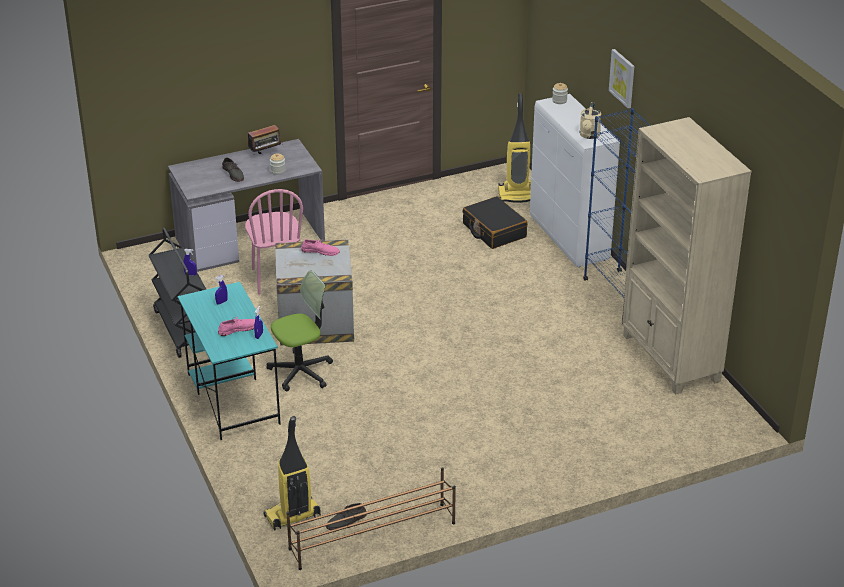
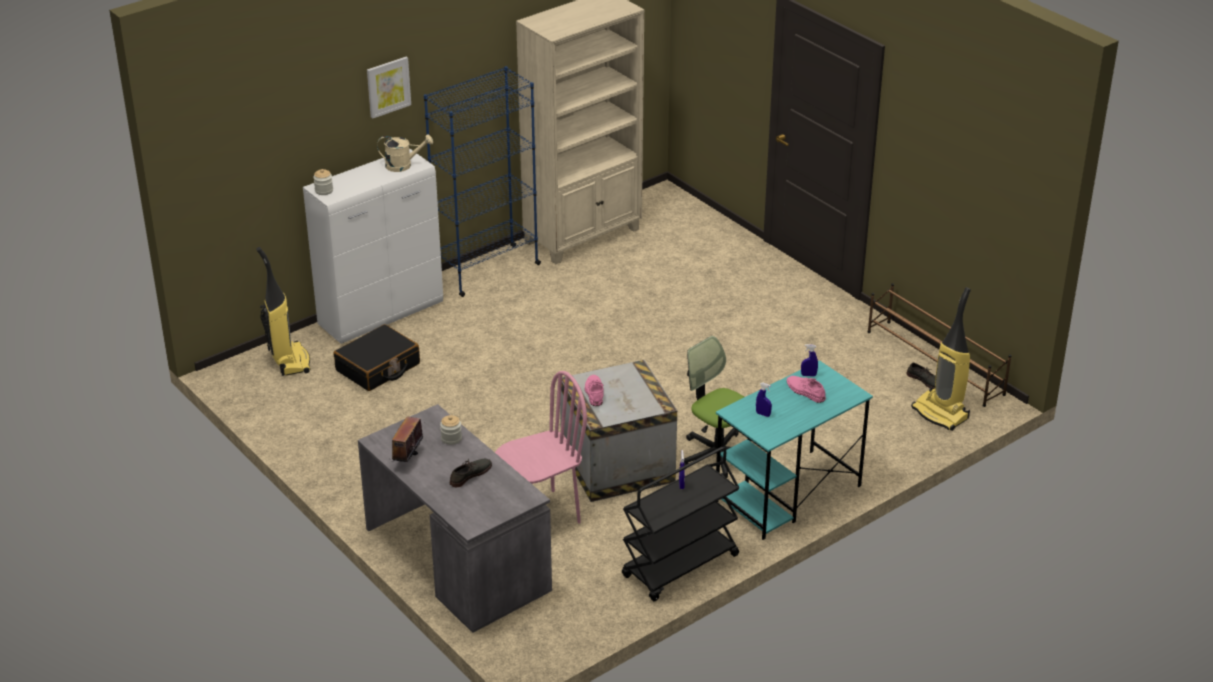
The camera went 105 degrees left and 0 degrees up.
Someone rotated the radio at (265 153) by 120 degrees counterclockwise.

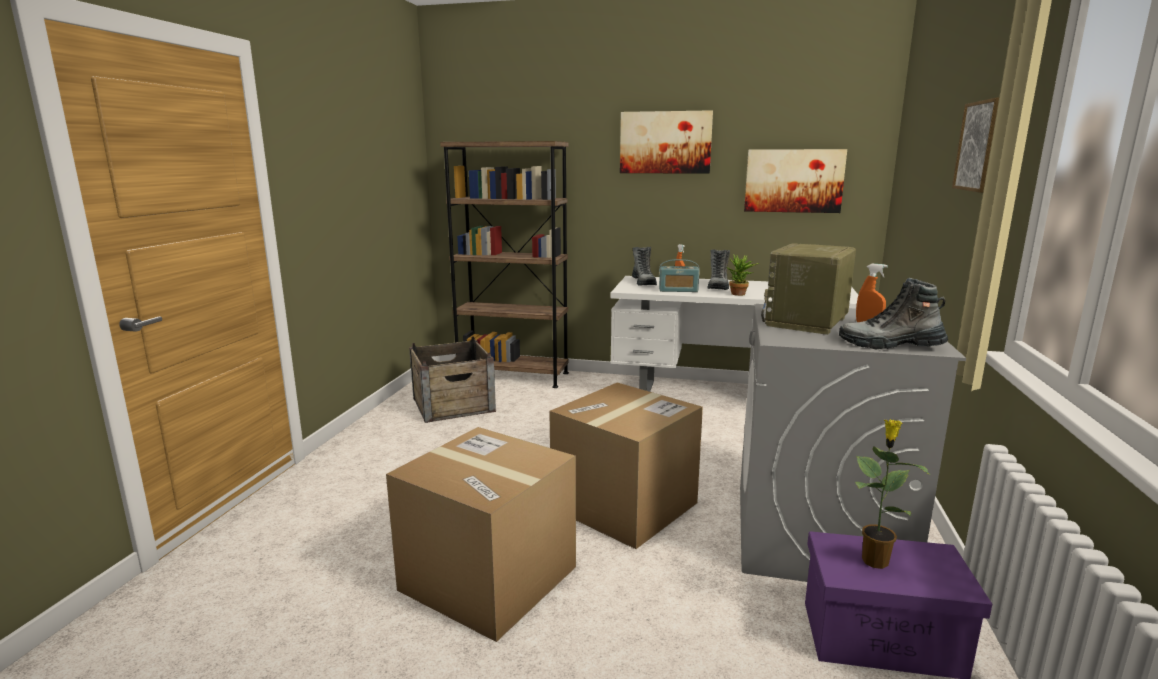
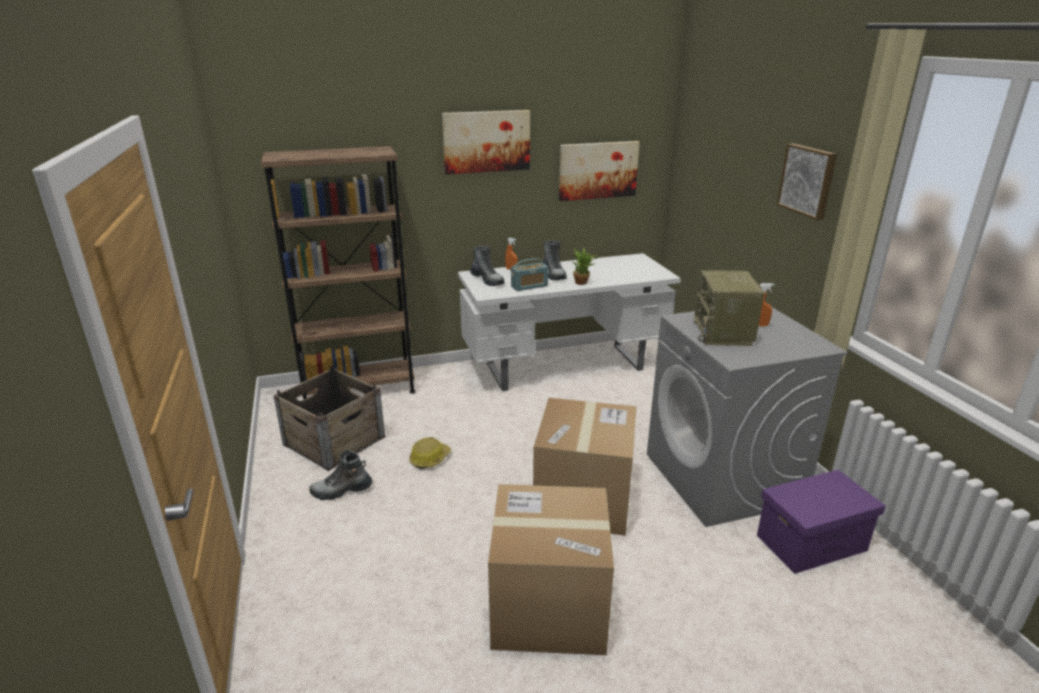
The camera went 30 degrees left and 10 degrees up.
Someone took away the planta en maceta at (874 560).
Someone put down the casco at (429 459).
Someone carried the bota from (890 345) to (341 491).

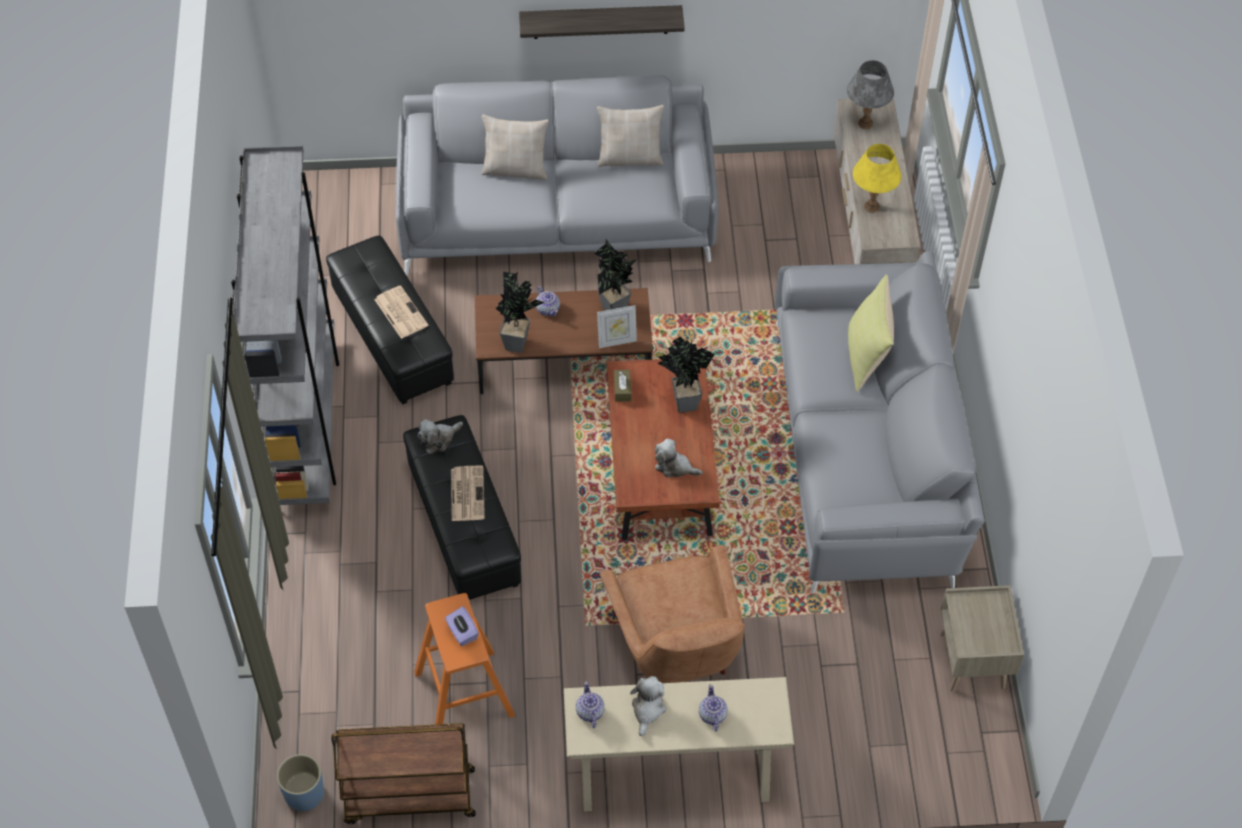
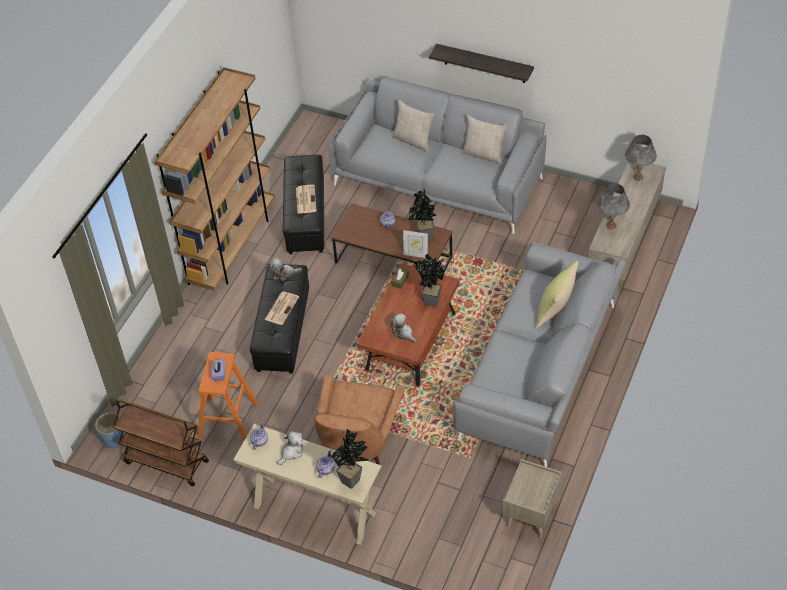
The camera went 30 degrees right and 5 degrees down.
Someone carried the planta en maceta from (518 341) to (353 480).
Someone repainted the estantería (gris) at (306 424), which became the estantería (marrón) at (232 247).
Someone repainted the lámpara de mesa (amarillo) at (872 206), which became the lámpara de mesa (gris) at (611 225).

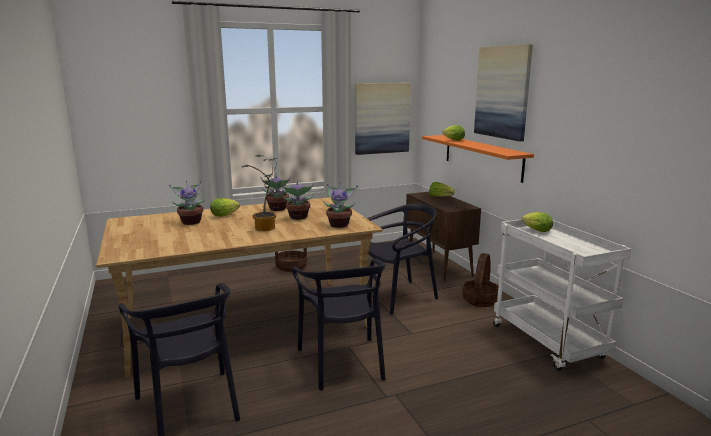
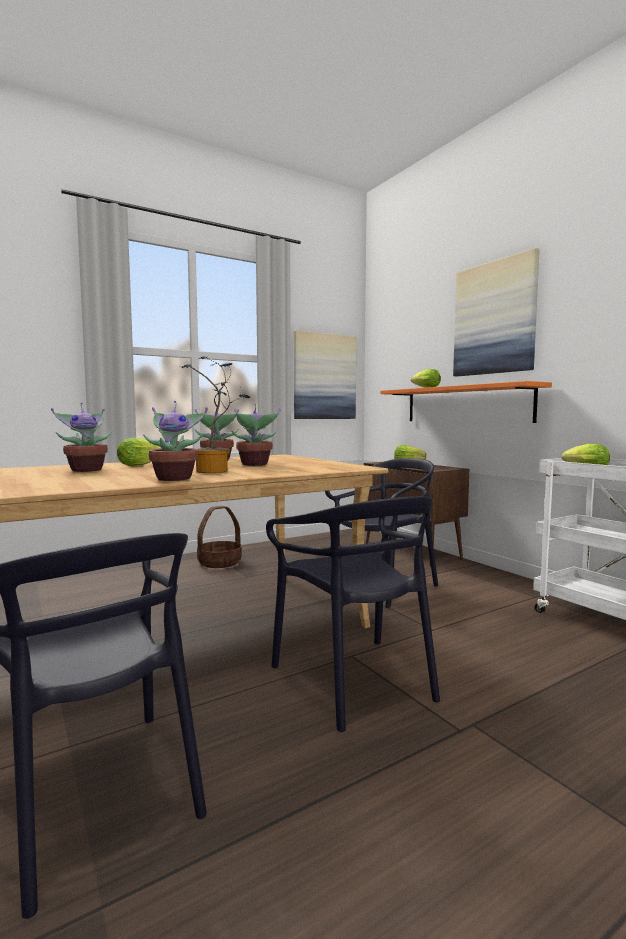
The camera went 10 degrees left and 10 degrees down.
Someone took away the cesta at (480 300).
Someone carried the planta en maceta from (339 225) to (175 478).

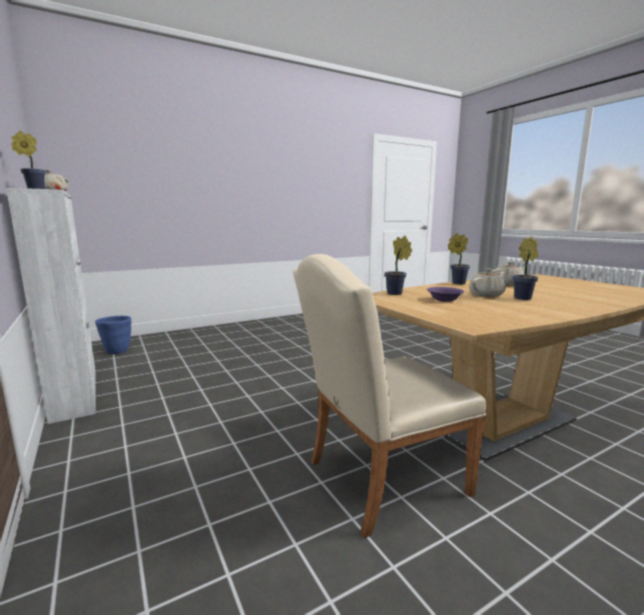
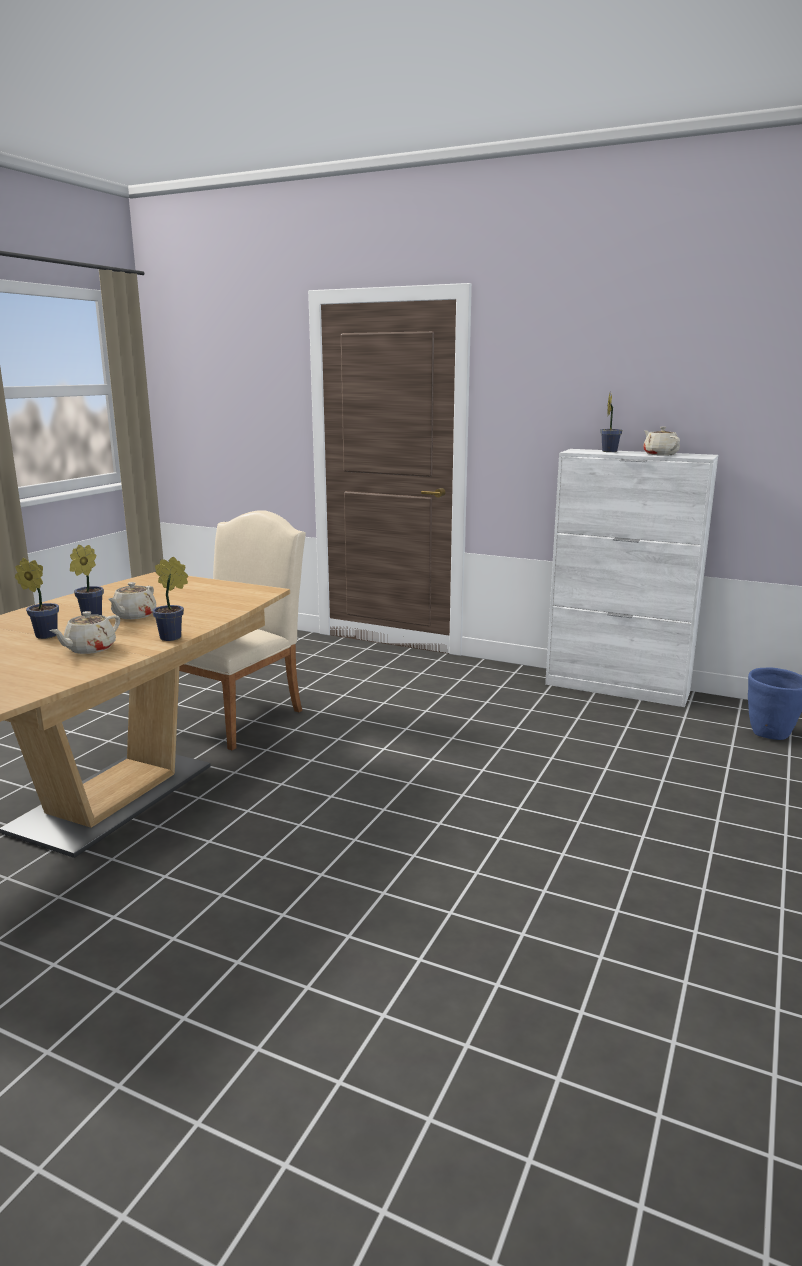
The camera went 145 degrees right and 5 degrees up.
Someone took away the cuenco (morado) at (444 300).
Someone carried the planta en maceta from (396 294) to (44 635).

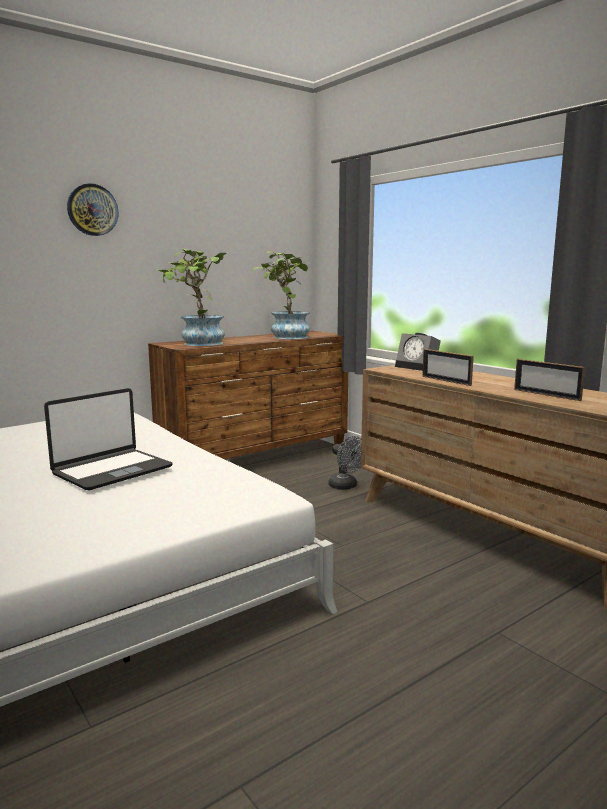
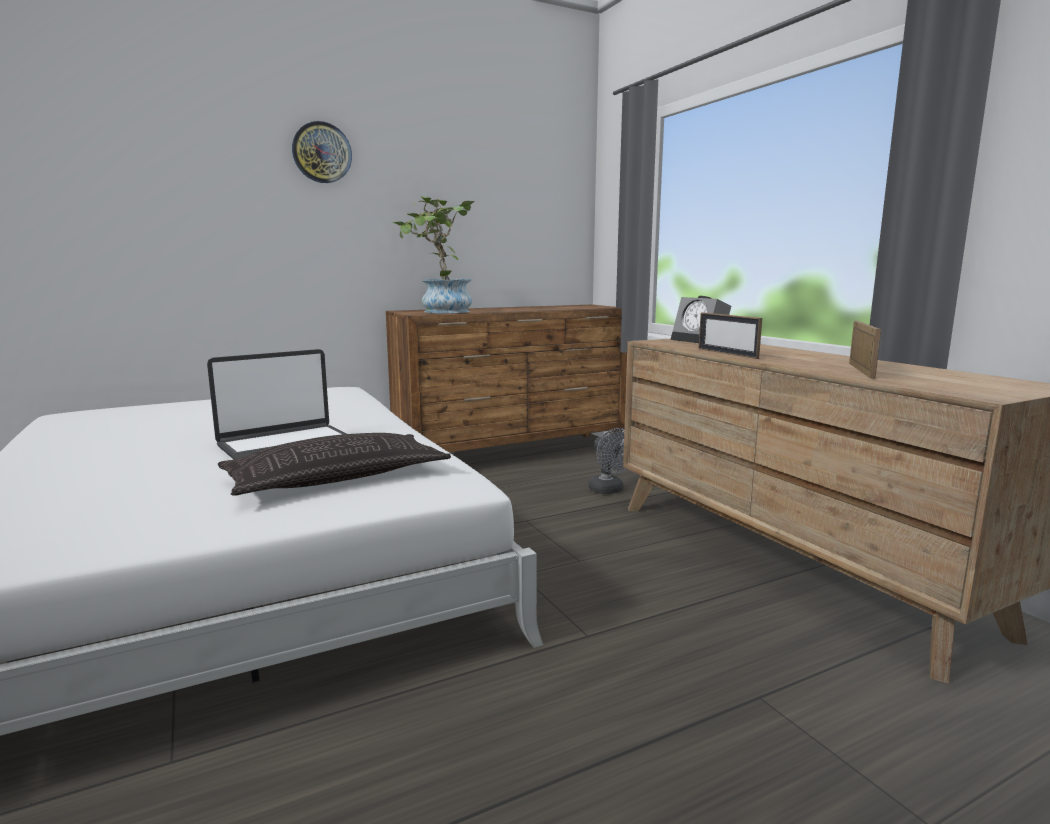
The camera went 10 degrees right and 0 degrees up.
Someone took away the planta en maceta at (285 336).
Someone put down the cojín at (337 478).
Someone rotated the portarretratos at (546 395) by 135 degrees counterclockwise.

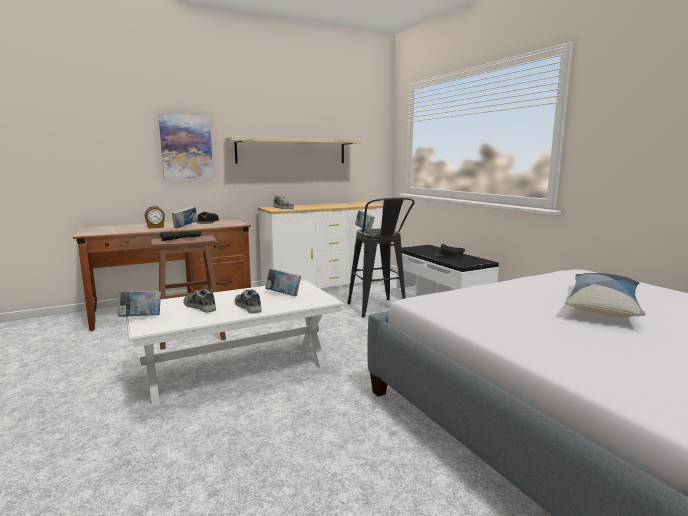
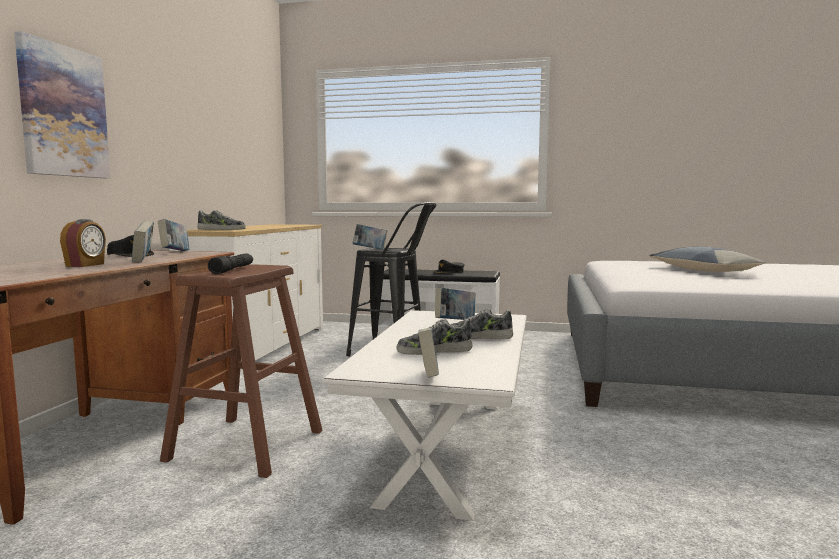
The camera went 50 degrees left and 5 degrees down.
Someone took away the estante (beis) at (292 151).
Someone put down the libro at (175 252).

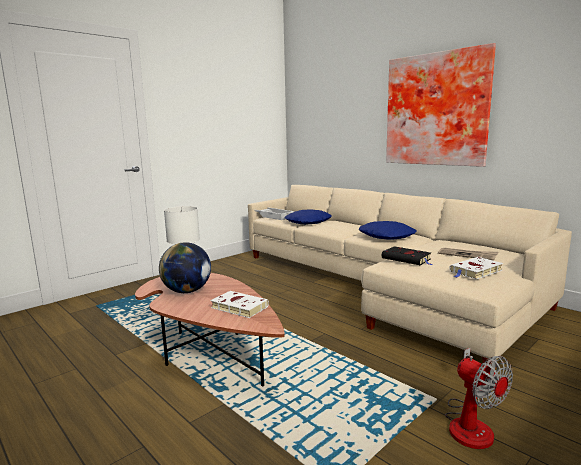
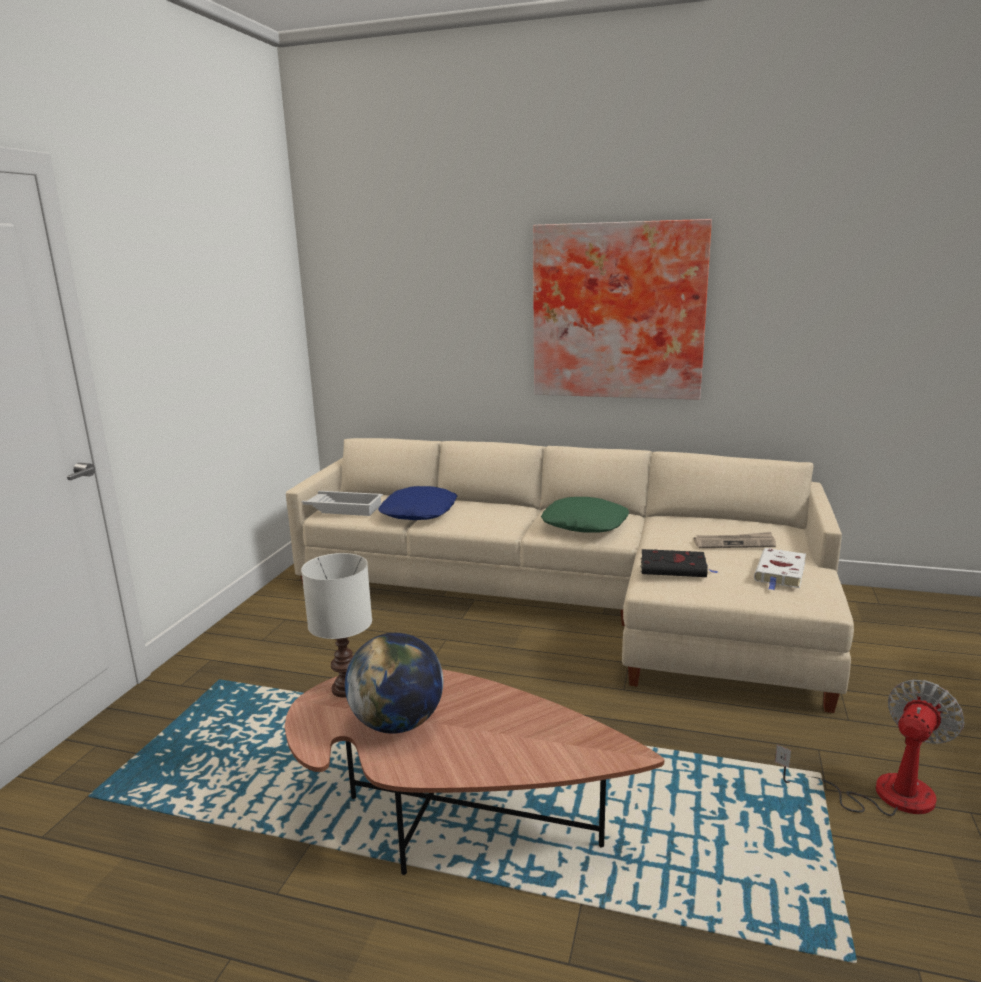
The camera went 30 degrees left and 5 degrees up.
Someone took away the libro (blanco) at (238 307).
Someone repainted the cojín (azul) at (387 236), which became the cojín (verde) at (585 524).
Someone rotated the ventilador at (470 423) by 75 degrees counterclockwise.

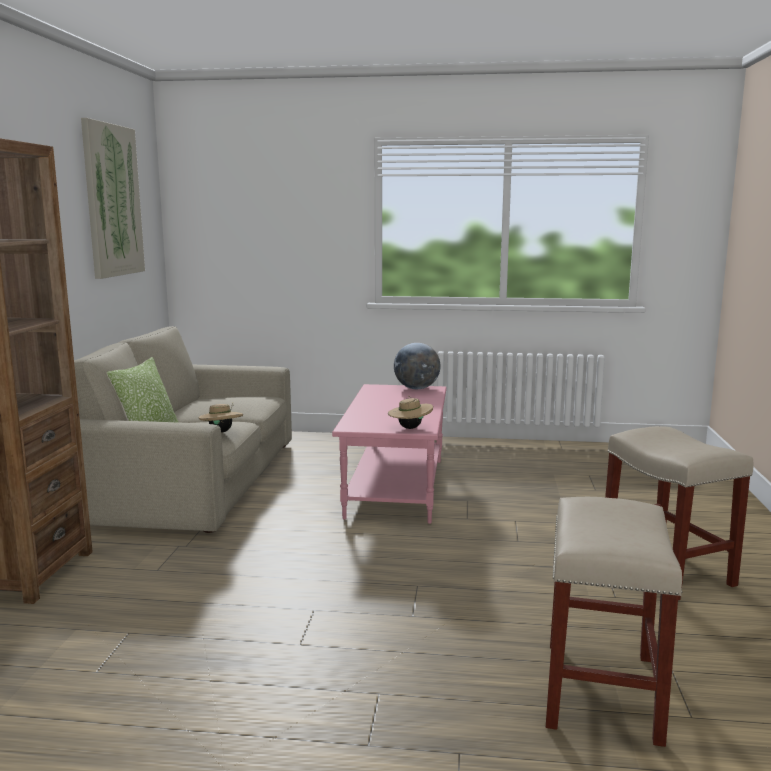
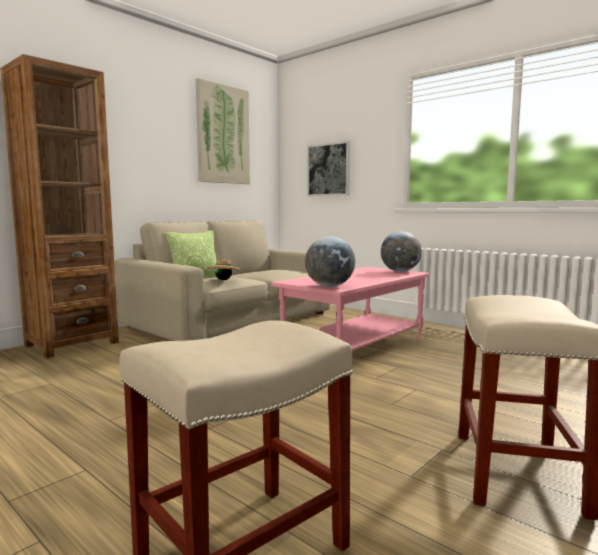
The camera went 35 degrees right and 5 degrees down.
Someone put up the cuadro at (329 169).
Someone swapped the sombrero (beis) at (410 428) for the globo terráqueo at (329 286).

